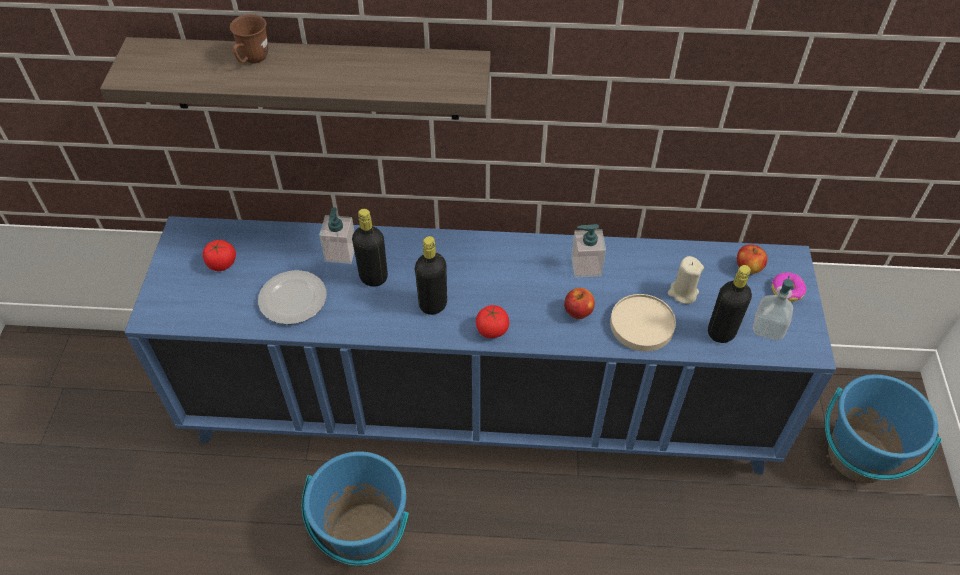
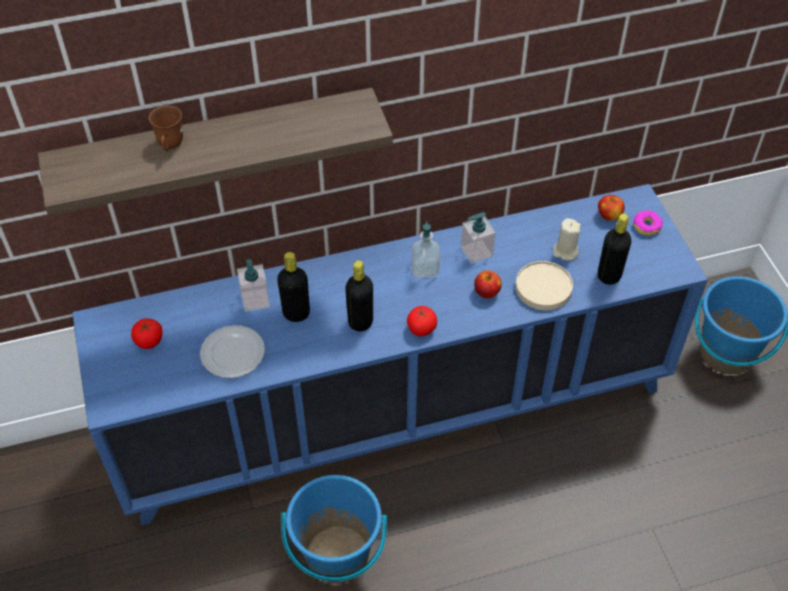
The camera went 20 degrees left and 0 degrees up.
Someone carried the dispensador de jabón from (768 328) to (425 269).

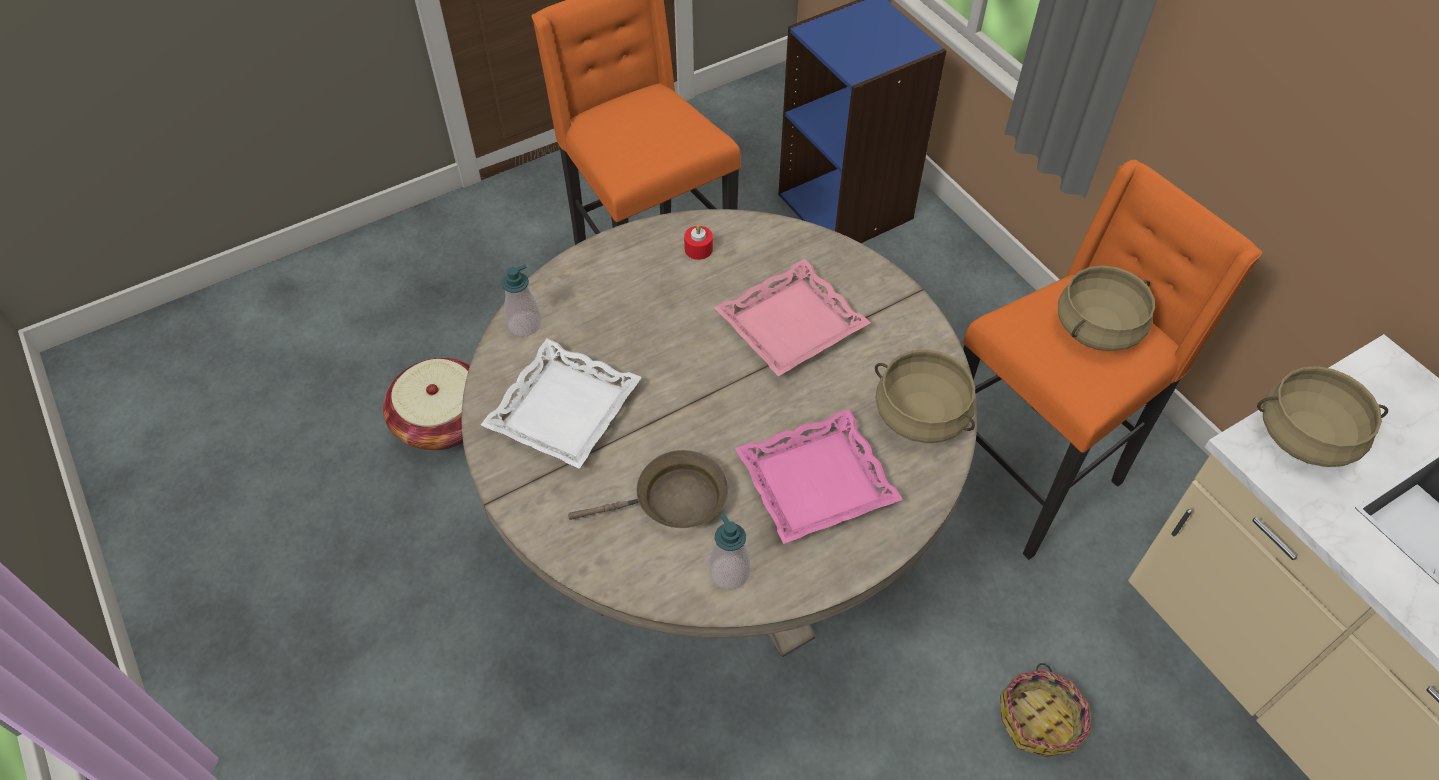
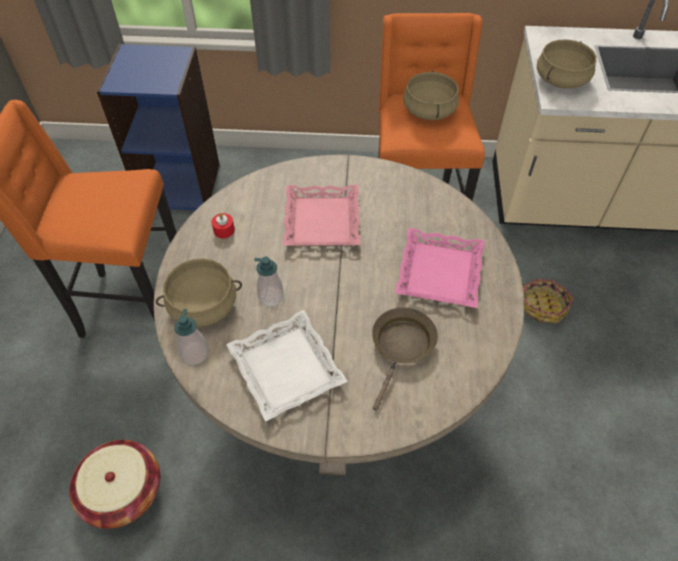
The camera went 55 degrees left and 0 degrees up.
Someone carried the dispensador de jabón from (729 573) to (271 297).
Someone carried the olla (beis) from (920 415) to (203 306).

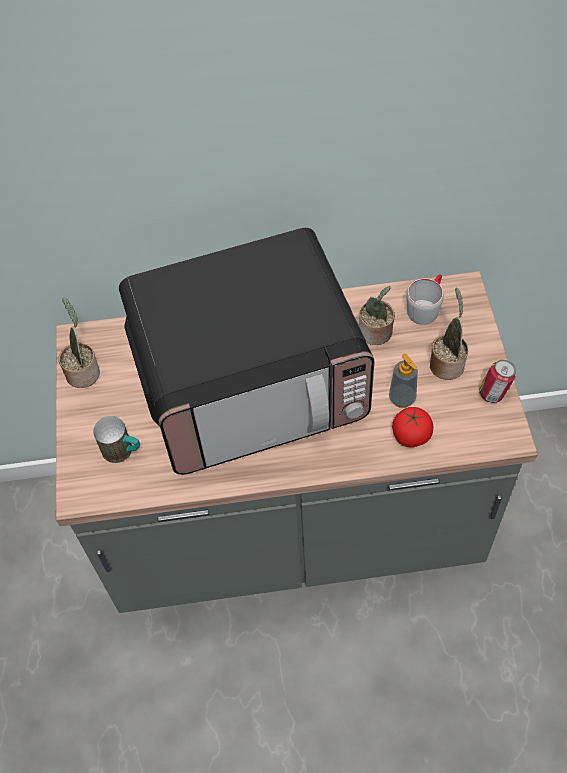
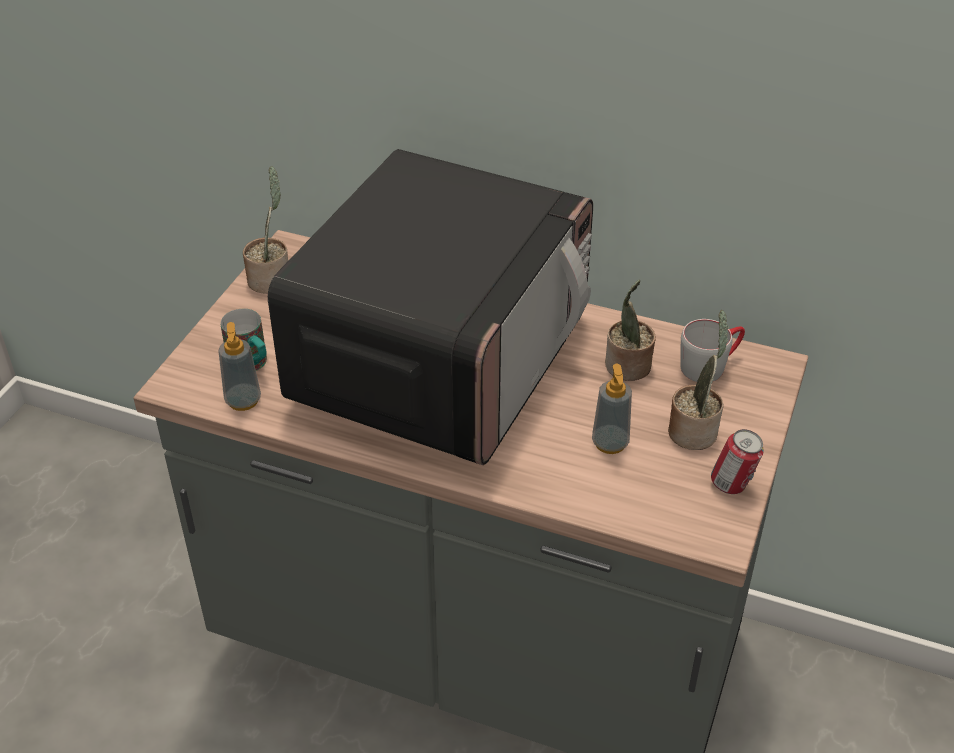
The camera went 25 degrees right and 15 degrees down.
Someone took away the tomate at (411 435).
Someone put down the dispensador de jabón at (243 401).
Someone rotated the microondas at (252 384) by 75 degrees counterclockwise.

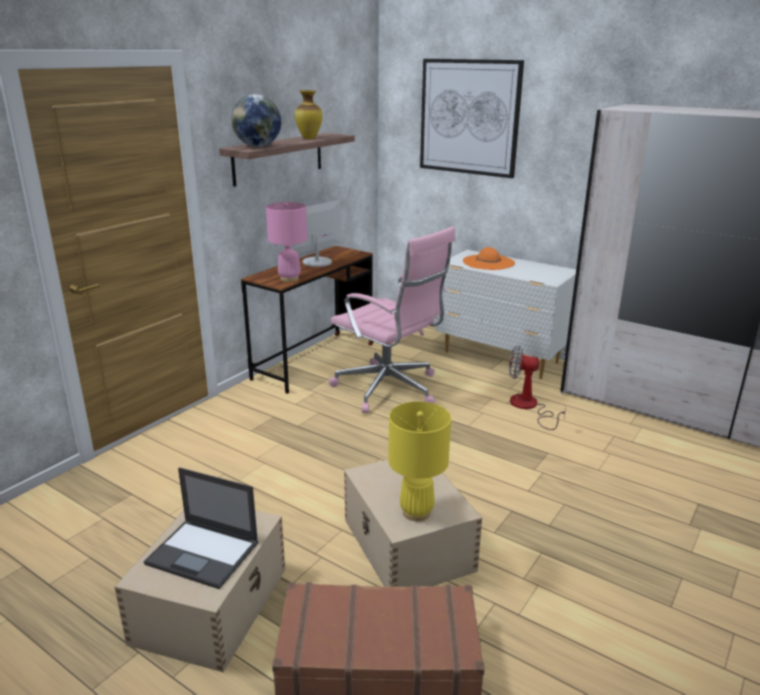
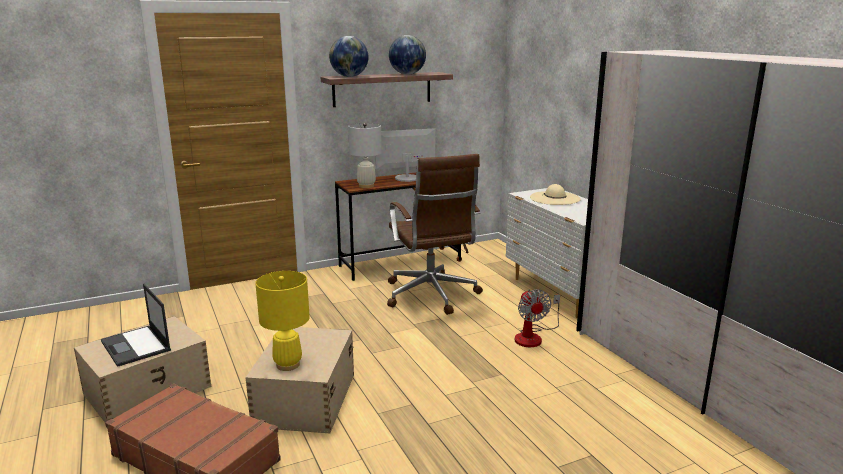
The camera went 30 degrees right and 5 degrees down.
Someone took away the cuadro at (469 117).
Someone swapped the florero at (308 138) for the globo terráqueo at (407 74).
Someone repainted the lámpara de mesa (rosa) at (289 279), which became the lámpara de mesa (blanco) at (366 186).
Someone repainted the silla de oficina (rosa) at (389 389), which became the silla de oficina (marrón) at (431 295).
Someone repainted the sombrero (naranja) at (488 262), which became the sombrero (beis) at (555 198).
Someone rotated the ventilador at (529 407) by 150 degrees counterclockwise.

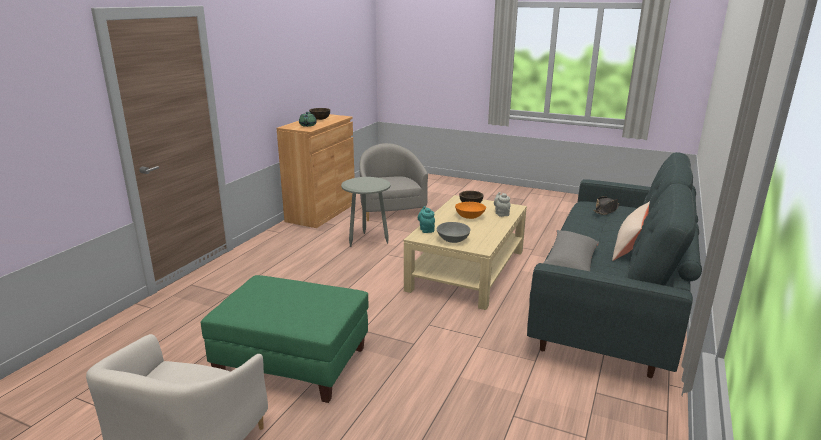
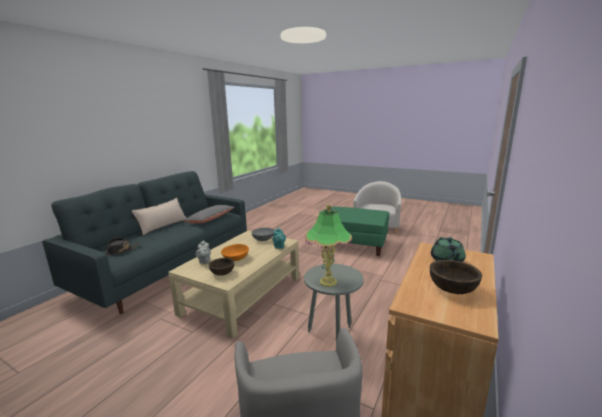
The camera went 175 degrees left and 5 degrees down.
Someone put down the lámpara de mesa at (328 282).

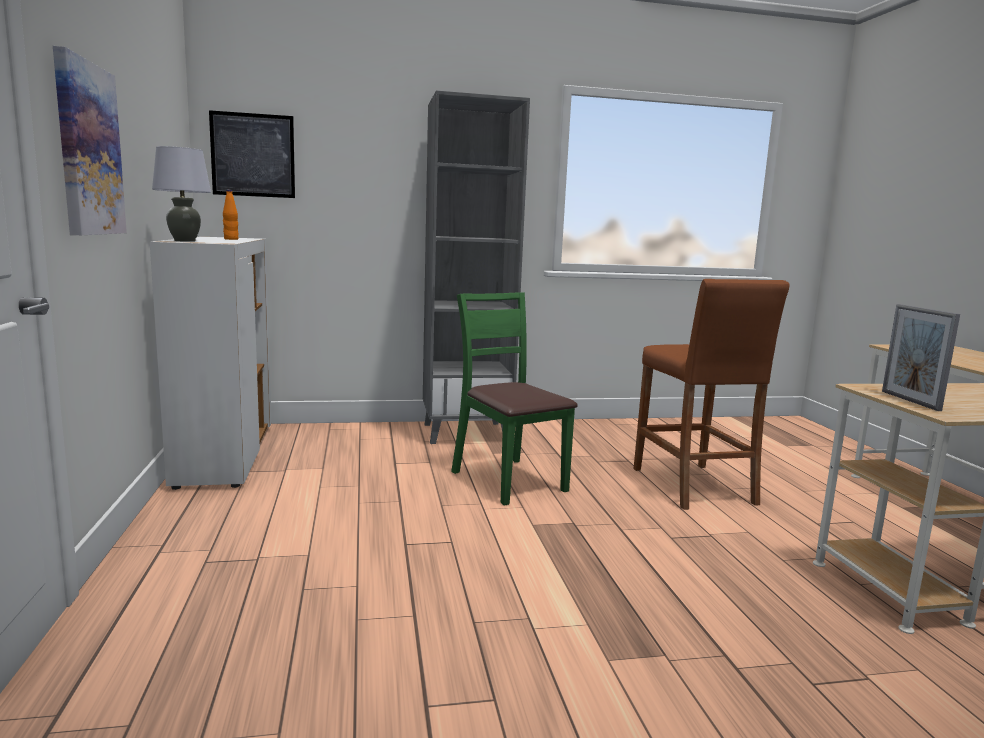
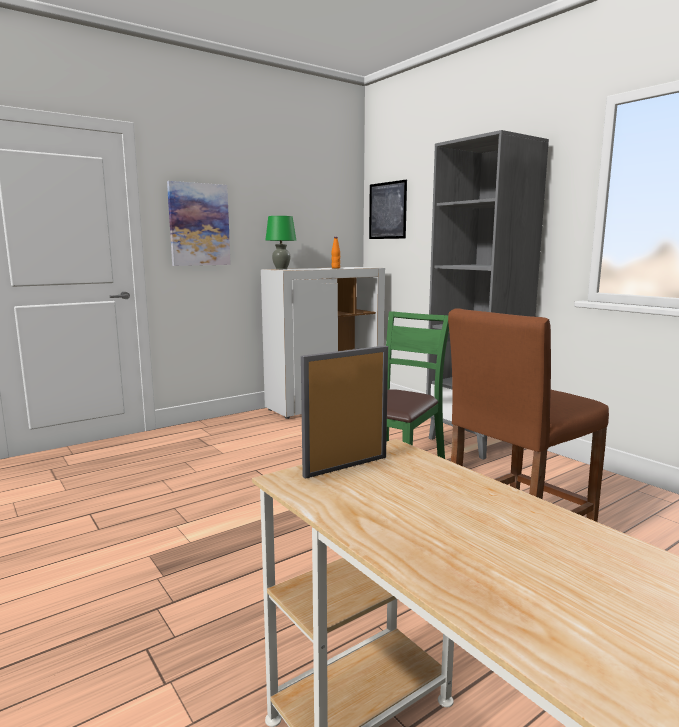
The camera went 65 degrees right and 0 degrees up.
Someone repainted the lámpara de mesa (gris) at (184 241), which became the lámpara de mesa (verde) at (281 269).

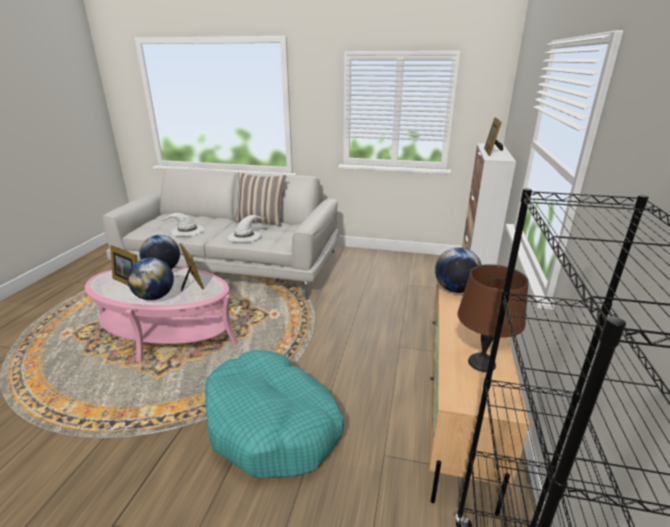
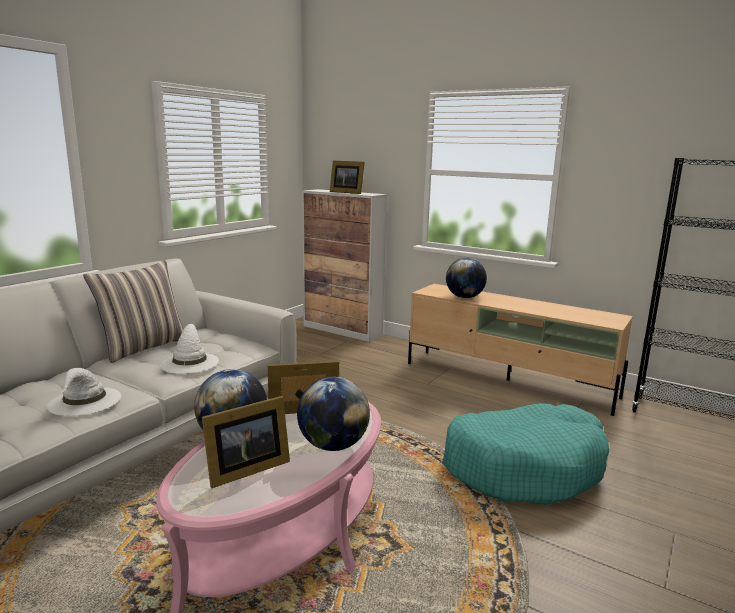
The camera went 70 degrees left and 10 degrees down.
Someone took away the lámpara de mesa (marrón) at (481 363).

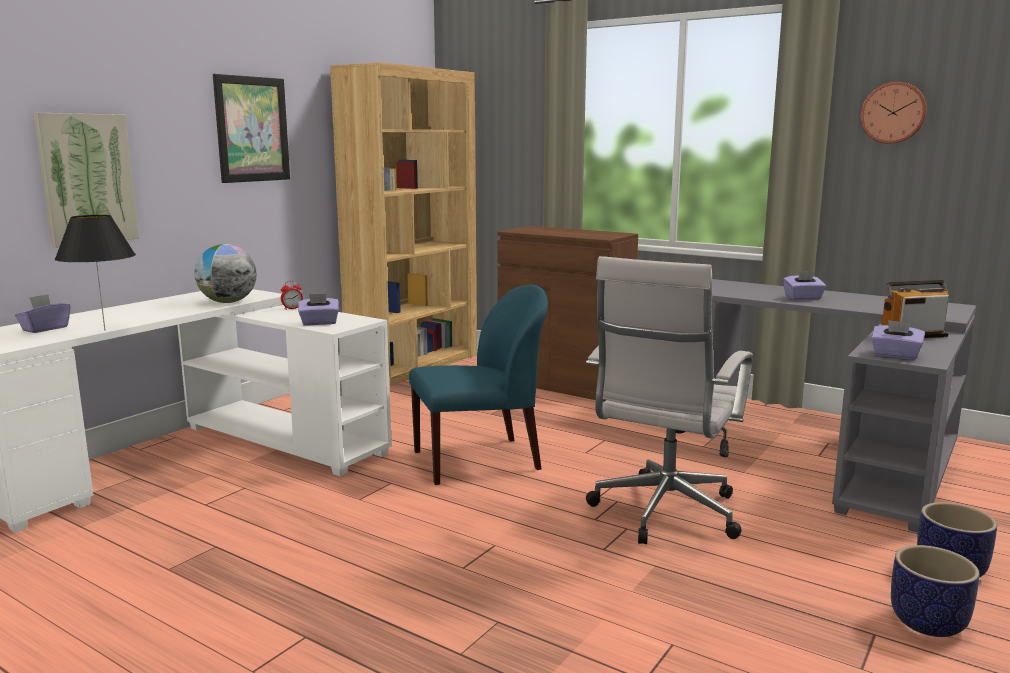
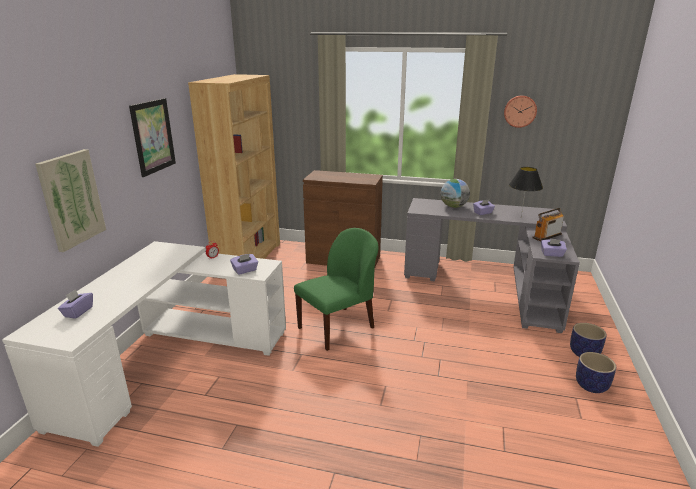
The camera went 20 degrees left and 10 degrees up.
Someone took away the silla de oficina (blanco) at (663 514).
Someone carried the lámpara de mesa (negro) from (104 330) to (520 218).
Someone carried the globo terráqueo from (228 302) to (453 206).
Someone repainted the silla (azul) at (479 460), which became the silla (verde) at (337 327).

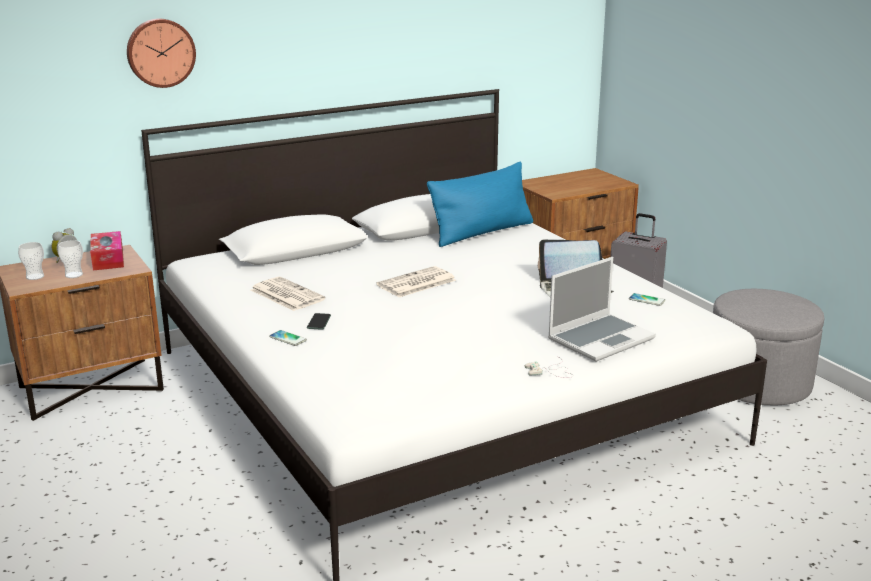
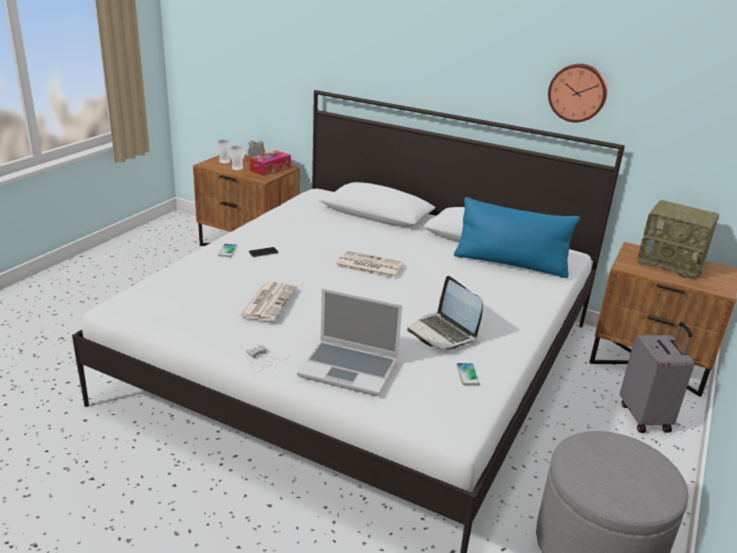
The camera went 55 degrees right and 5 degrees up.
Someone put down the radio at (671 263).
Someone carried the reloj de pared from (160 52) to (577 92).
Someone carried the periódico from (286 295) to (268 301).

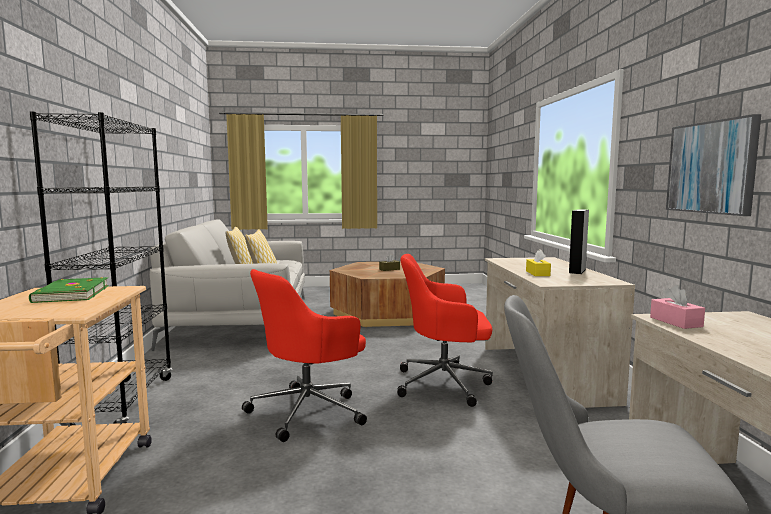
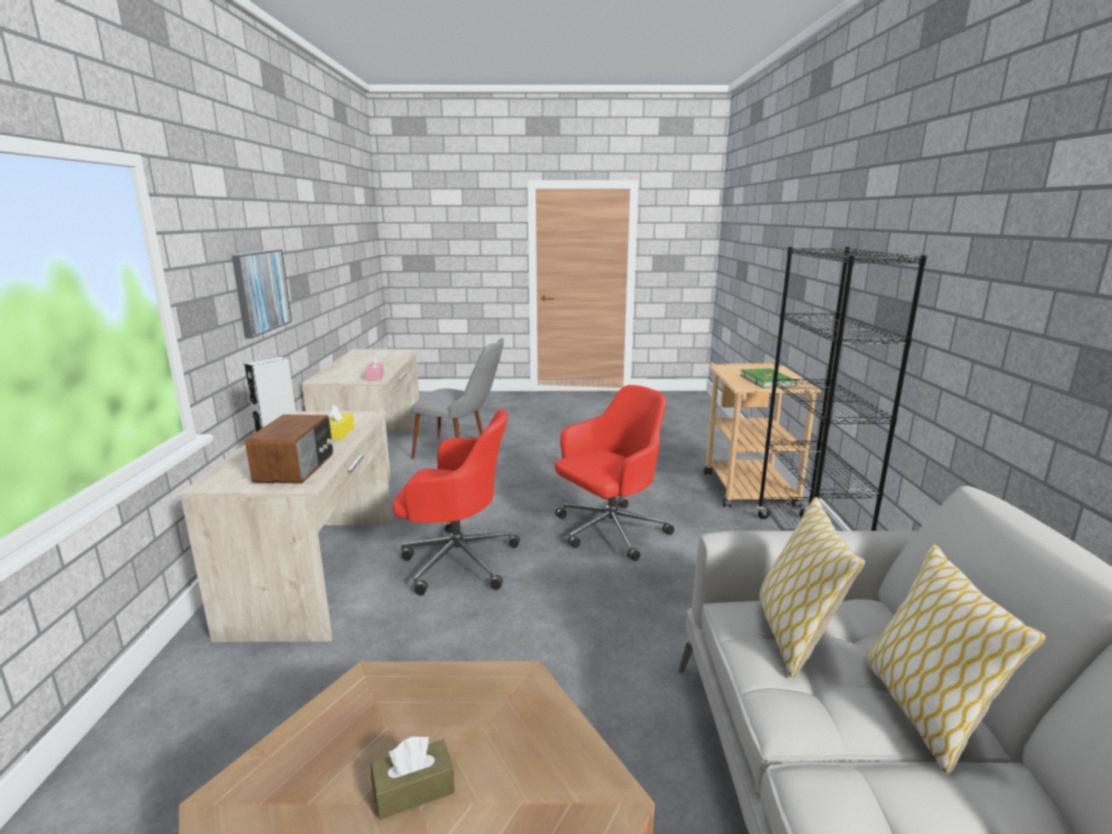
The camera went 175 degrees left and 10 degrees up.
Someone put down the radio at (297 468).

